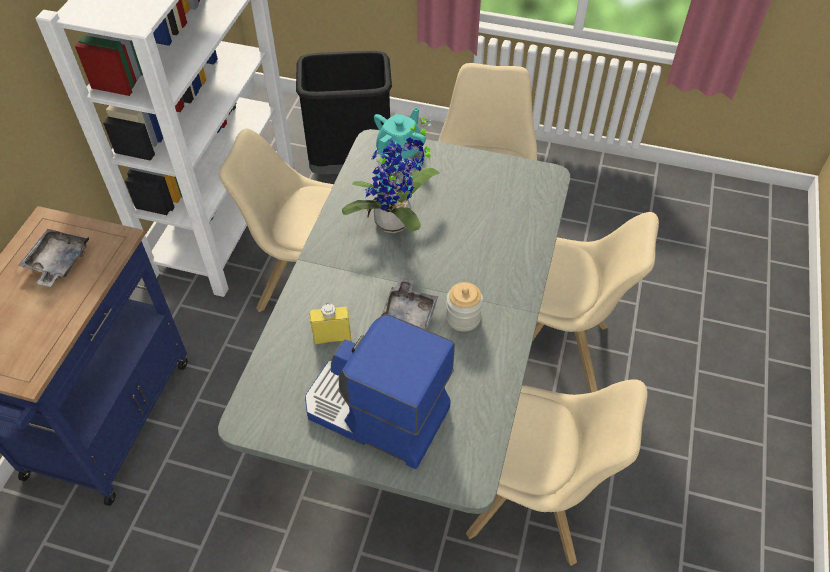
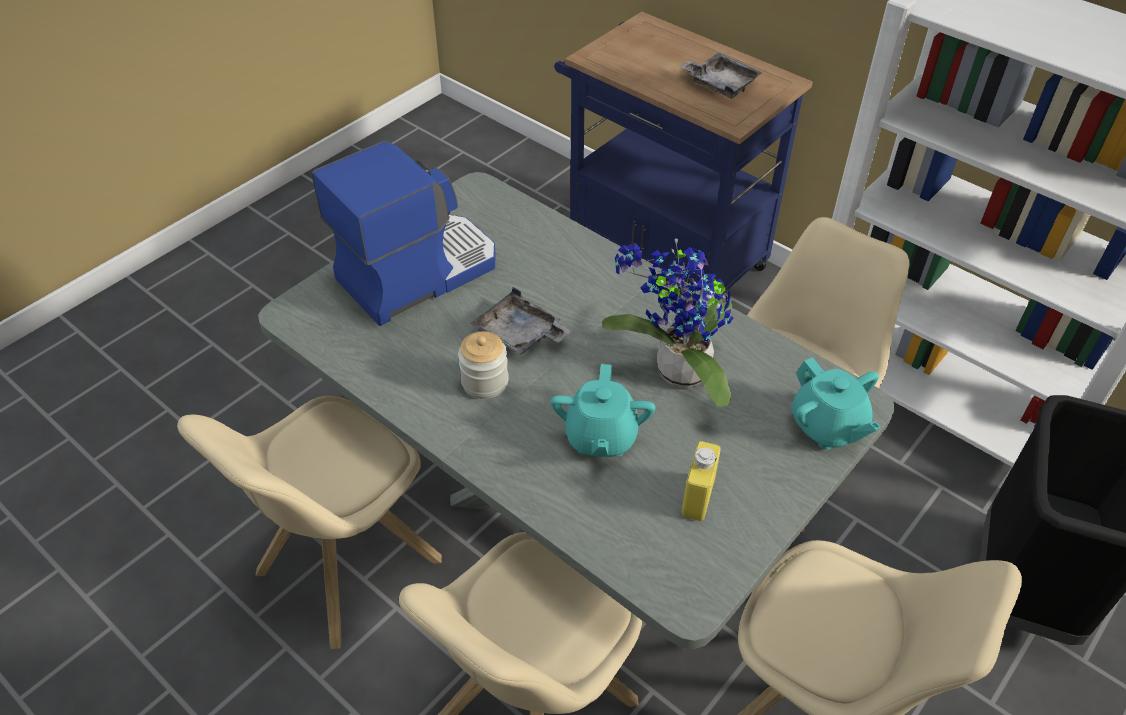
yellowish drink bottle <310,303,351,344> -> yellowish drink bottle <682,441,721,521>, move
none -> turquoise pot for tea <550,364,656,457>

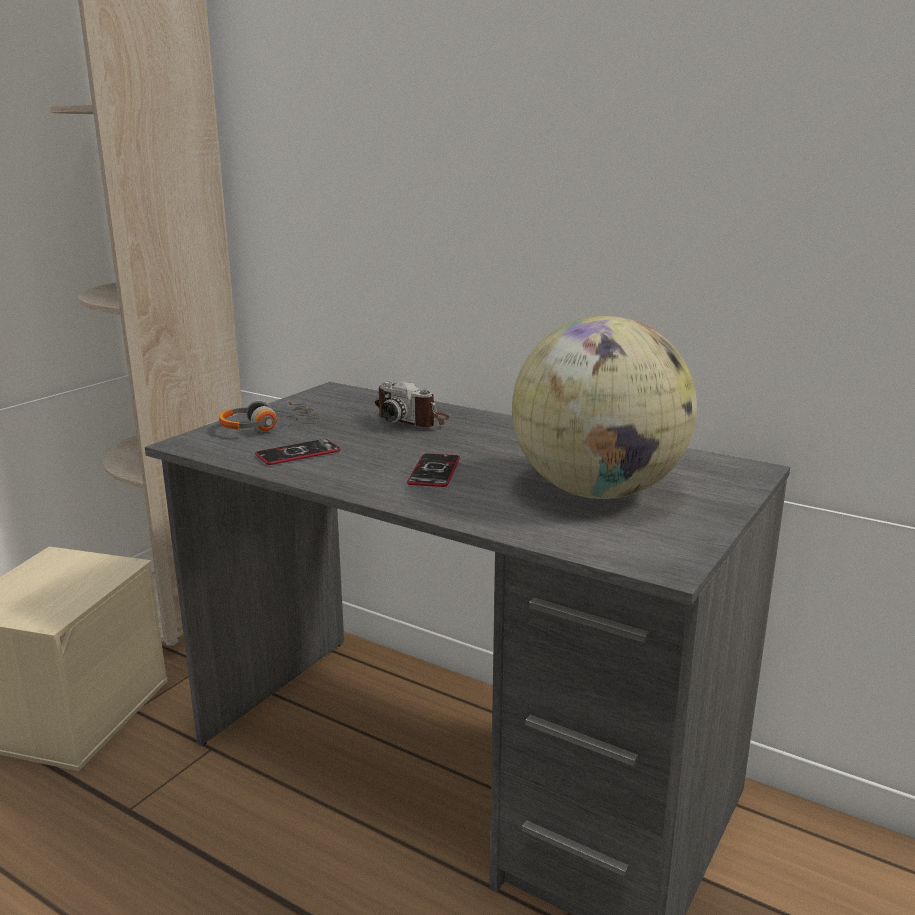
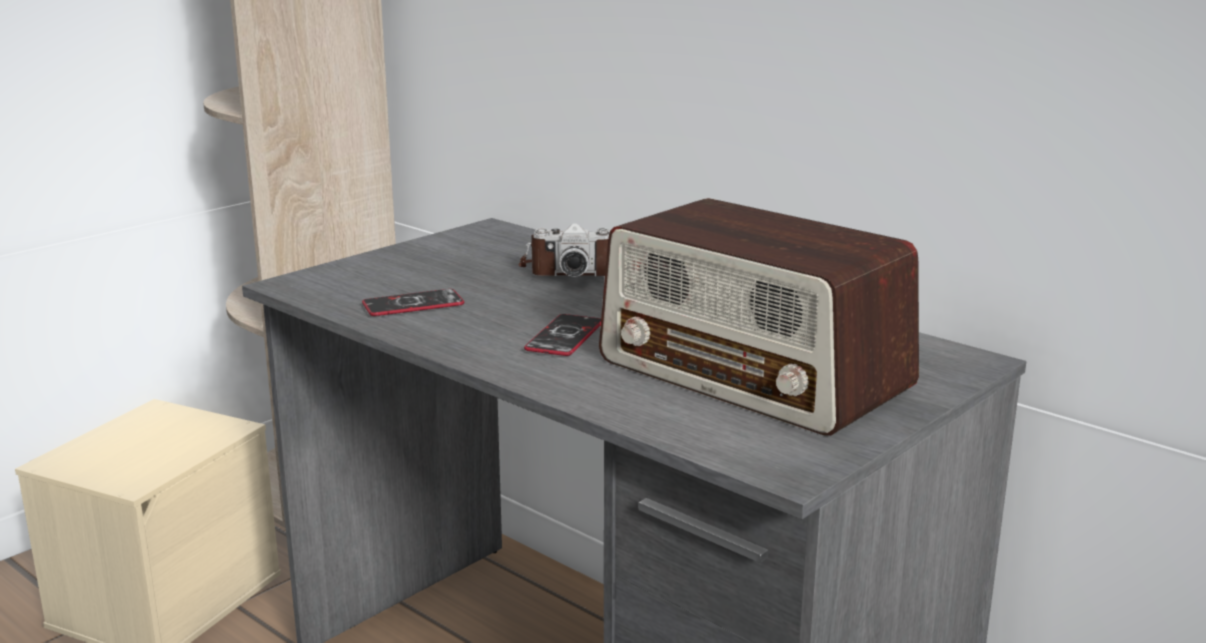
world globe <512,316,697,499> -> radio receiver <599,198,919,436>
still camera <375,381,450,427> -> still camera <518,223,609,276>, 45 degrees counterclockwise
pair of headphones <219,400,321,432> -> none

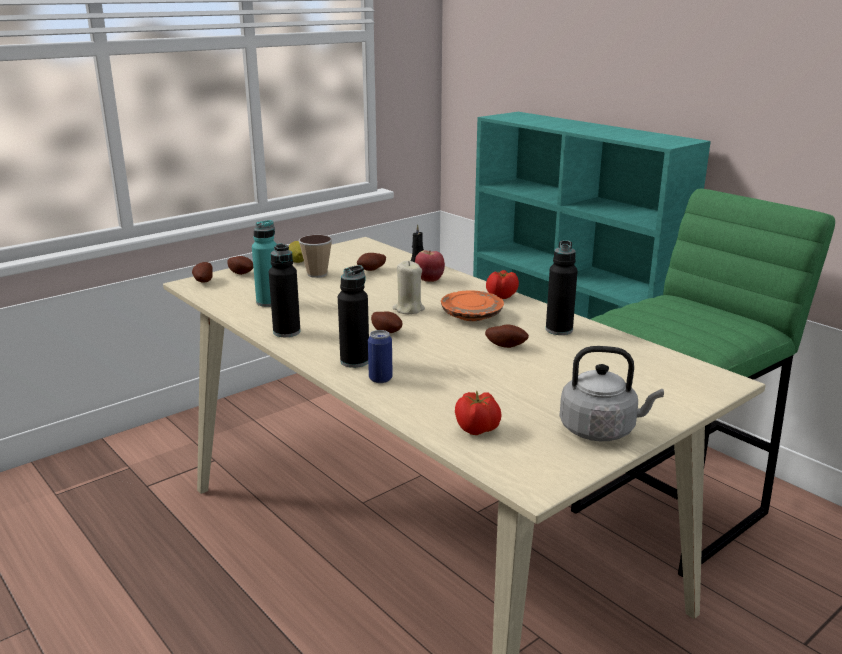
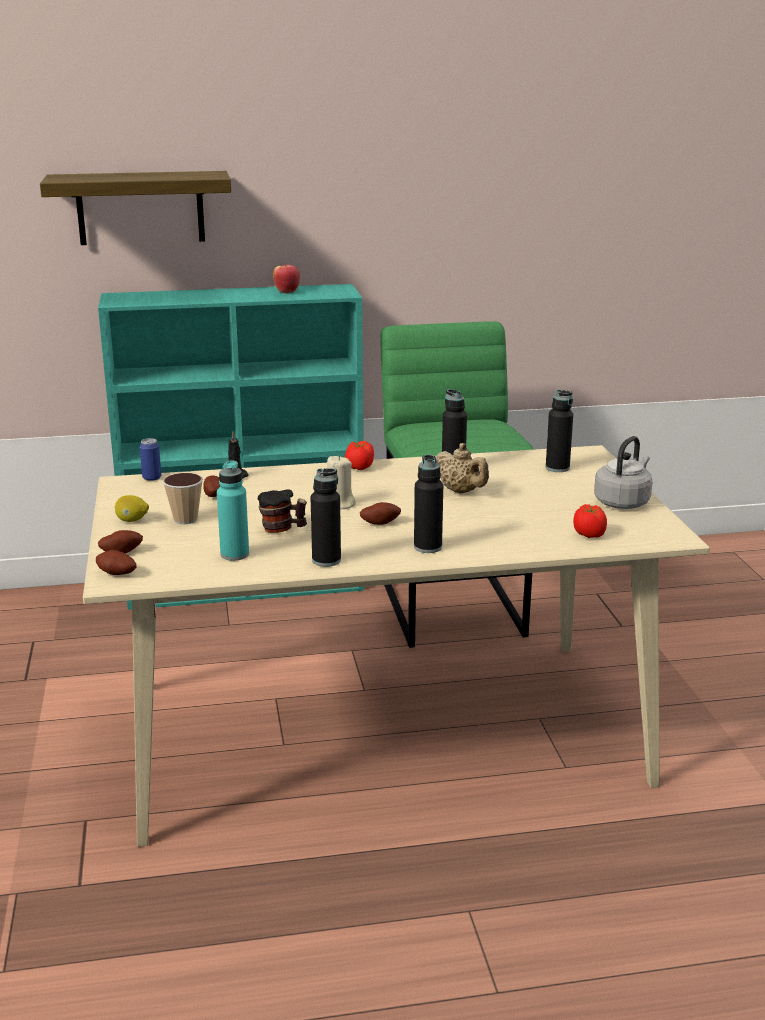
apple fruit <415,250,445,282> -> apple fruit <273,264,300,293>, move
orangey plate <441,291,504,321> -> none
whole potato <485,324,529,348> -> beige-coloured pot for tea <435,443,489,493>
metal can <368,330,393,383> -> metal can <140,438,161,481>, move
none -> shelf <40,171,231,245>
none -> black drink bottle <546,390,573,472>
none -> tea mug <258,489,307,533>

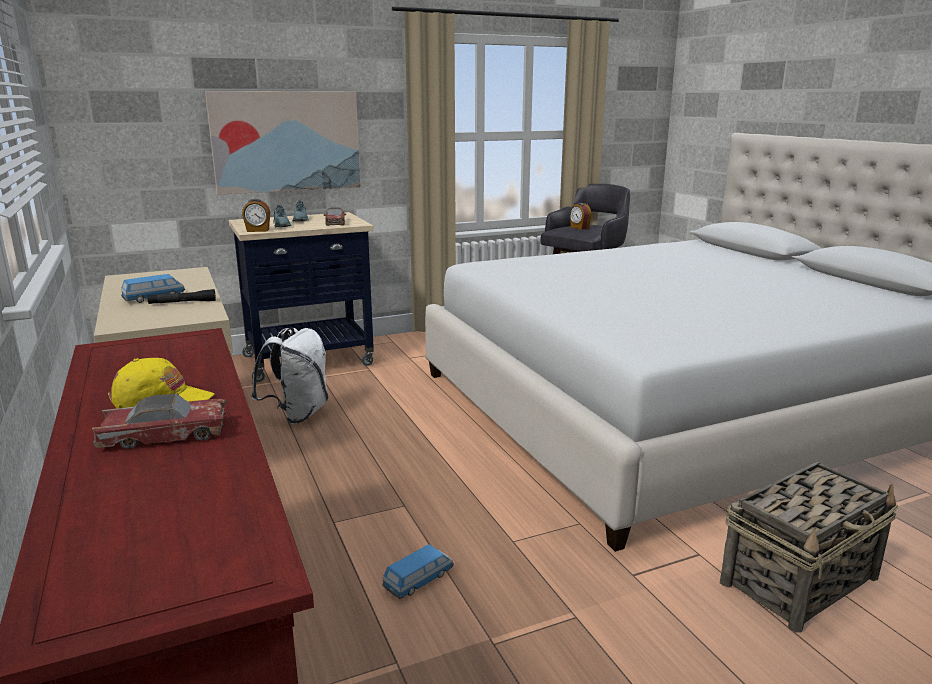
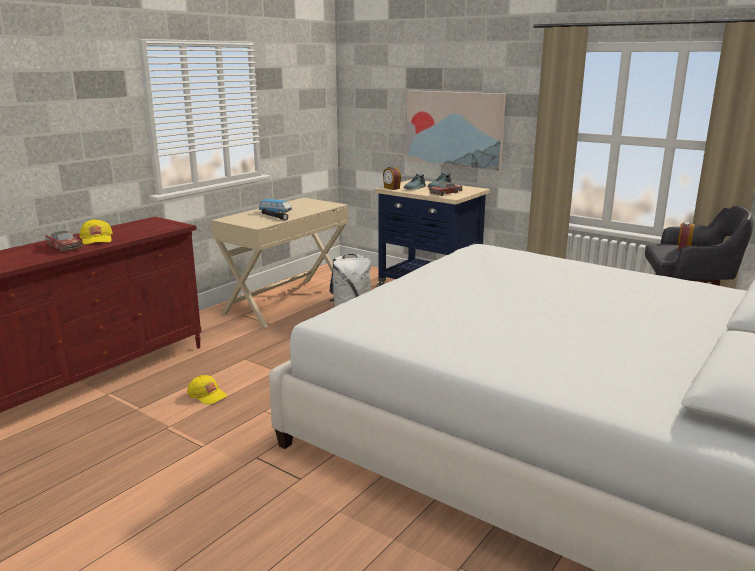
household basket <720,462,898,633> -> none
miniature car <382,544,454,599> -> yellowish peaked cap <187,375,227,405>

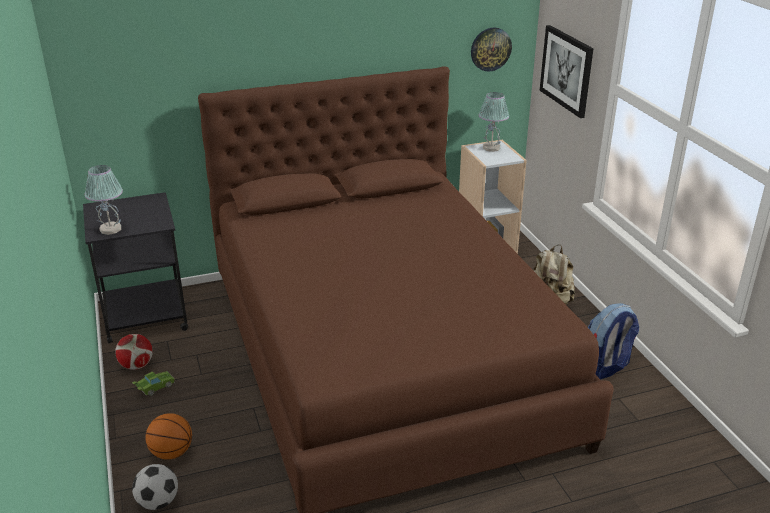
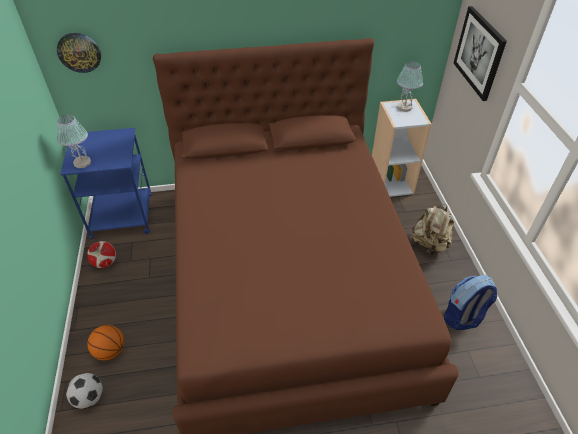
hanging clock <471,28,512,72> -> hanging clock <57,33,101,73>, move
black cart <83,192,189,343> -> bluish cart <60,128,152,239>
green miniature car <132,371,175,396> -> none

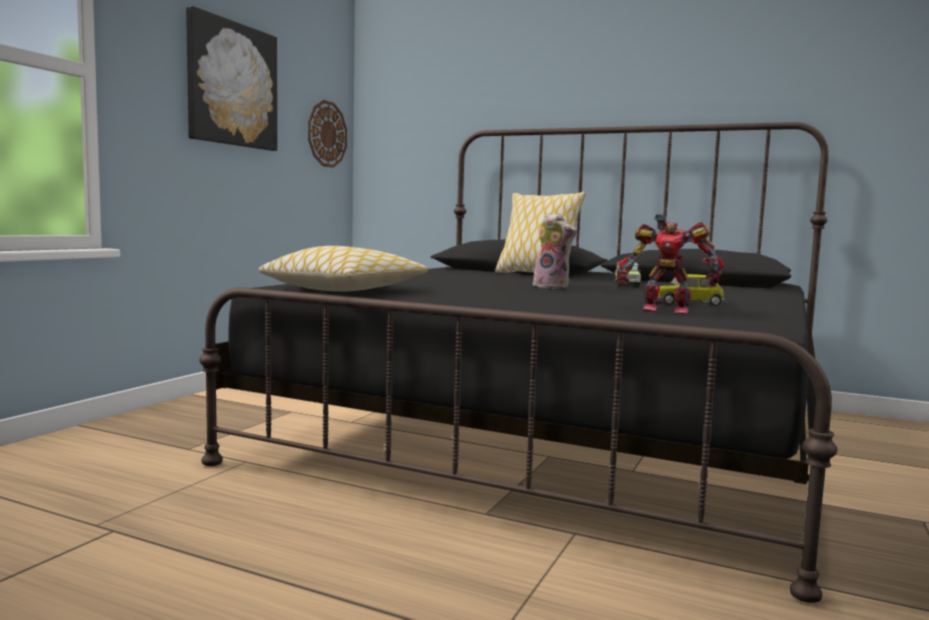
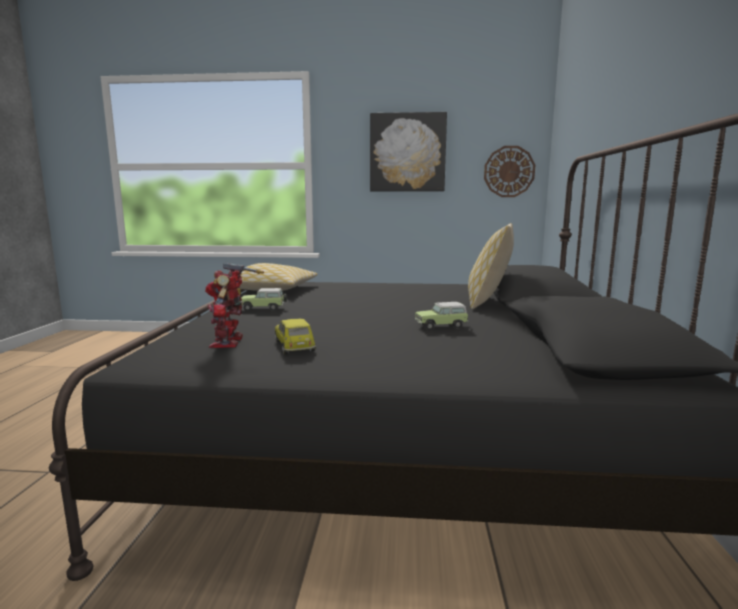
plush toy <531,213,577,289> -> none
none -> miniature car <241,288,287,311>

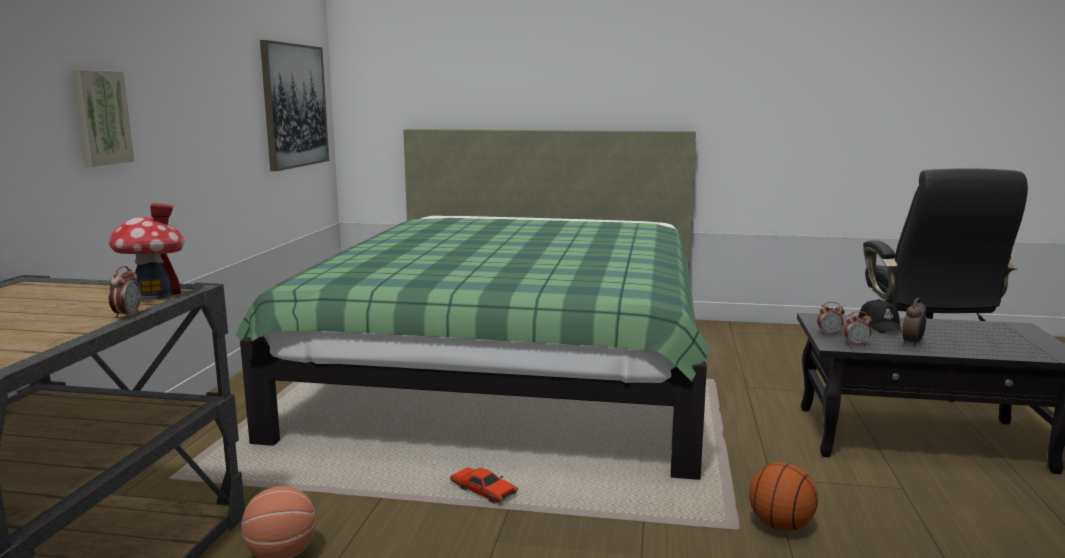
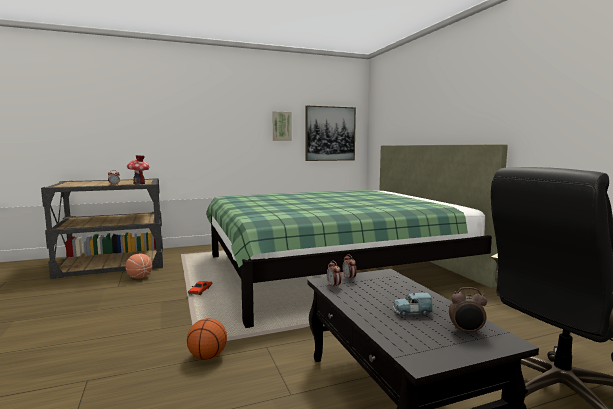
picture <71,69,134,167> -> picture <272,111,292,141>, move
alarm clock <903,298,926,347> -> alarm clock <449,287,487,335>, move
black peaked cap <858,299,902,333> -> none
none -> bluish miniature car <394,293,433,317>

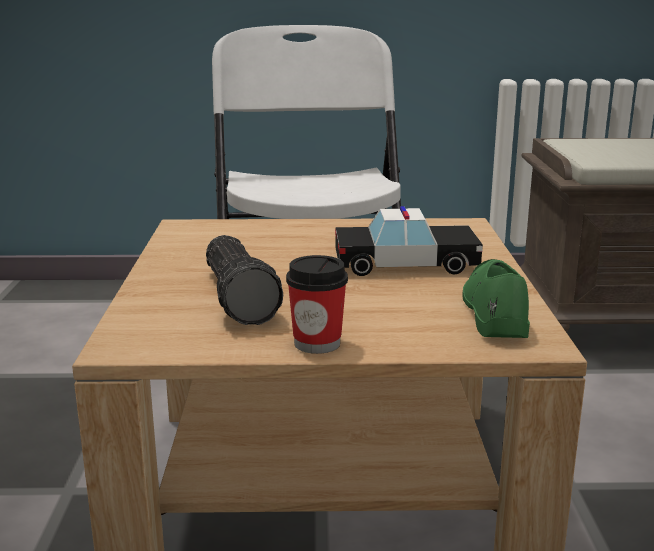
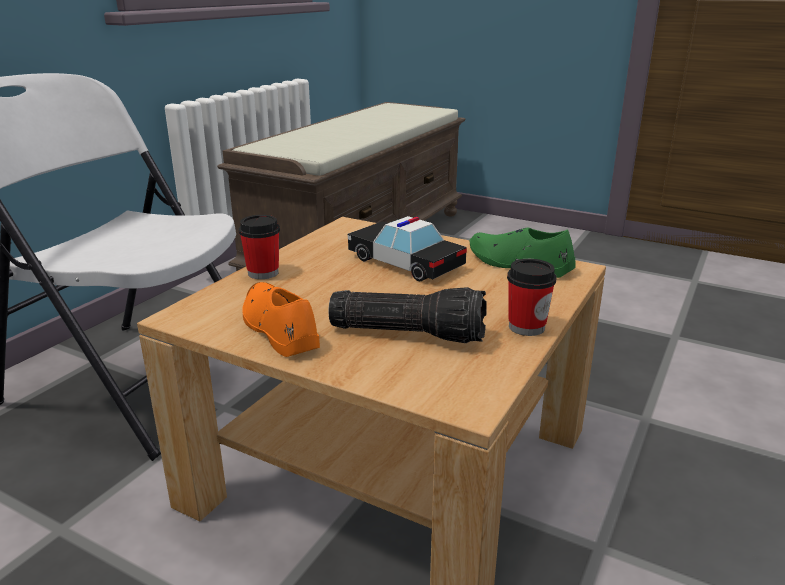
miniature car <335,206,483,276> -> miniature car <348,216,467,281>, 75 degrees counterclockwise
none -> cup <239,215,280,279>
none -> orangey item of footwear <242,282,320,357>

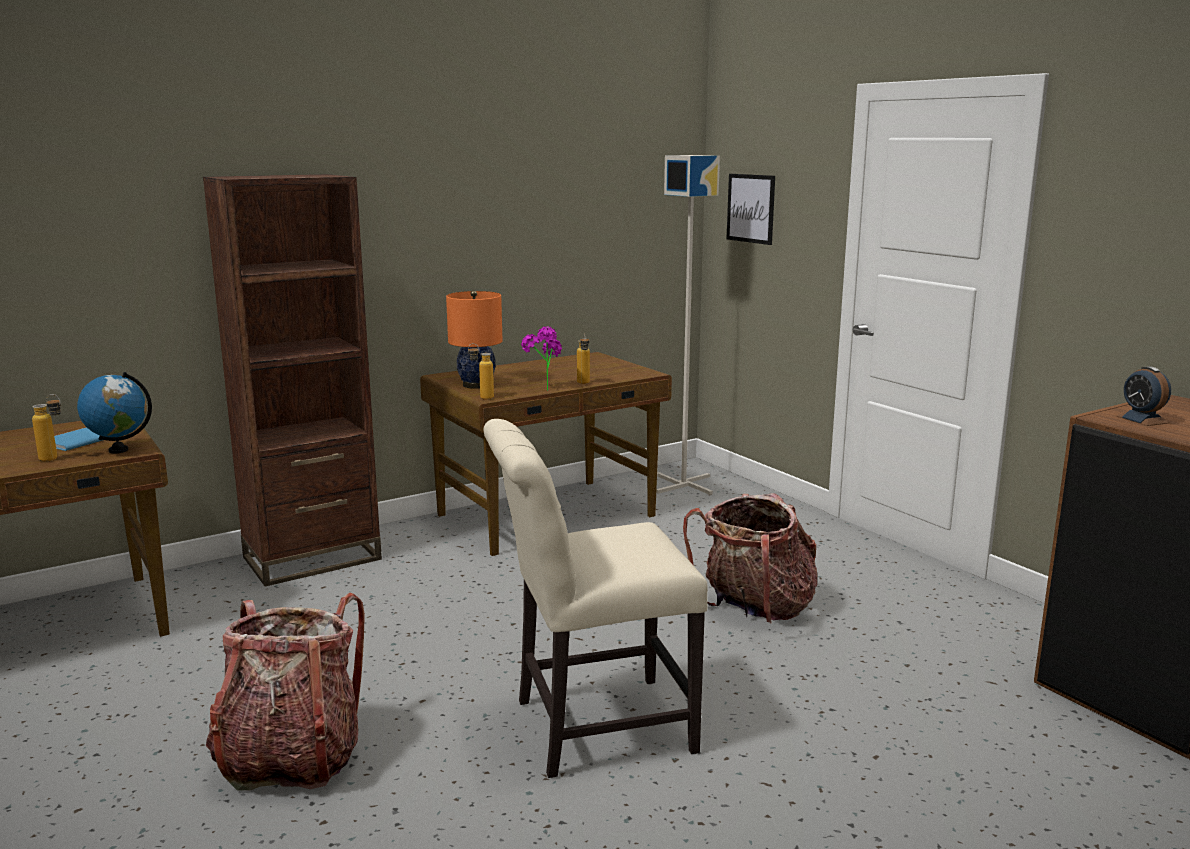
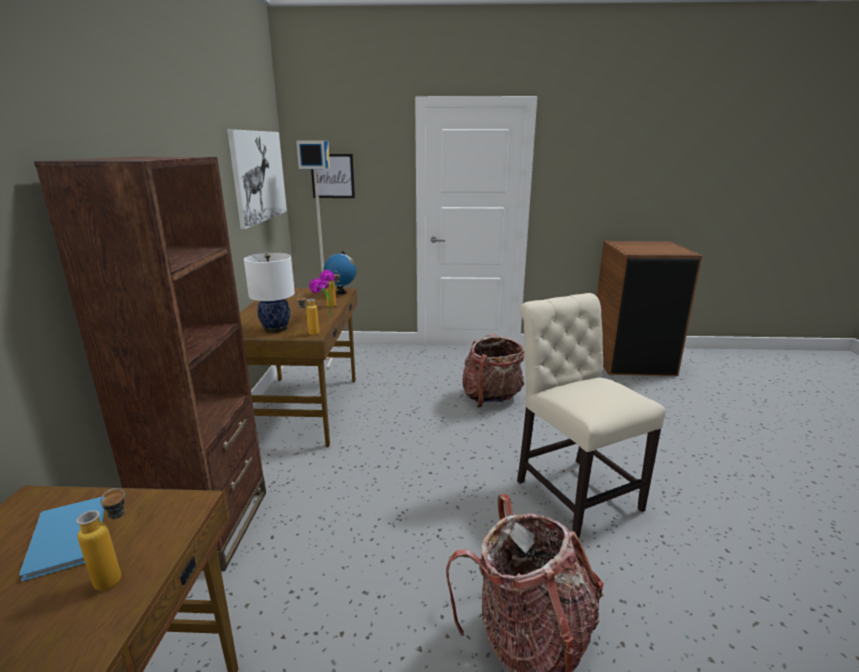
orangey tabletop lamp <446,290,502,389> -> whitish tabletop lamp <244,253,295,333>
alarm clock <1116,366,1171,426> -> none
world globe <77,372,152,454> -> world globe <324,251,357,294>, move
beige-coloured chair <484,419,708,778> -> beige-coloured chair <517,293,666,538>, 135 degrees clockwise
none -> picture <227,129,287,229>

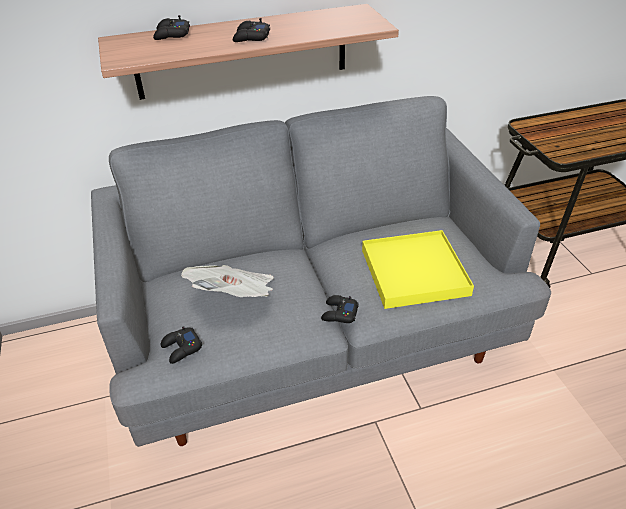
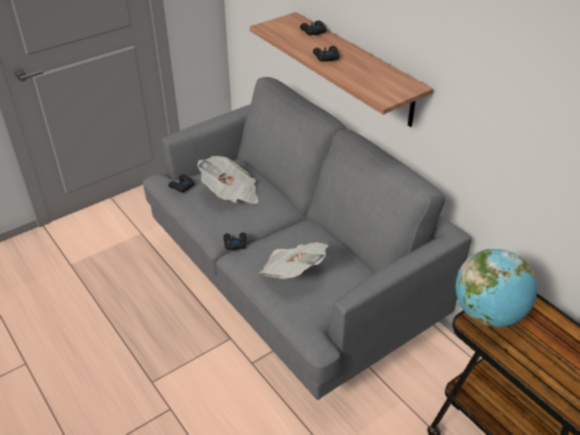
yellowish tray <362,230,474,309> -> printed paper <259,242,329,279>
none -> world globe <456,249,537,328>

